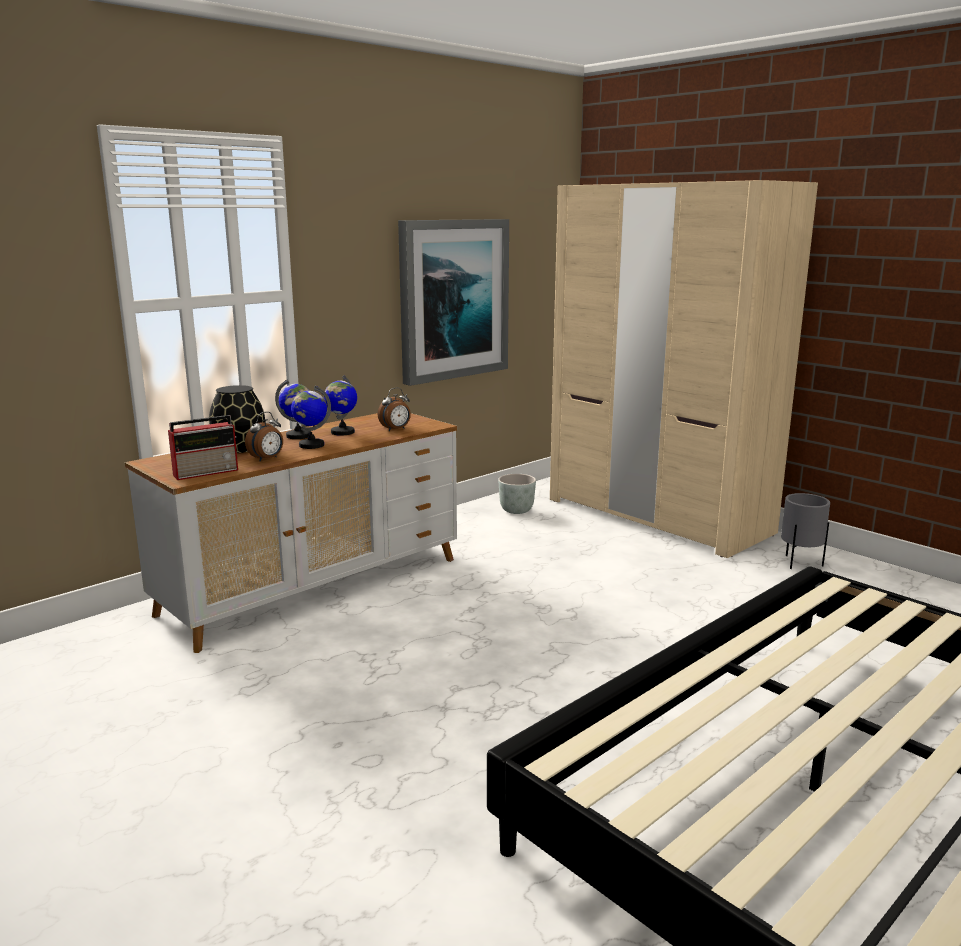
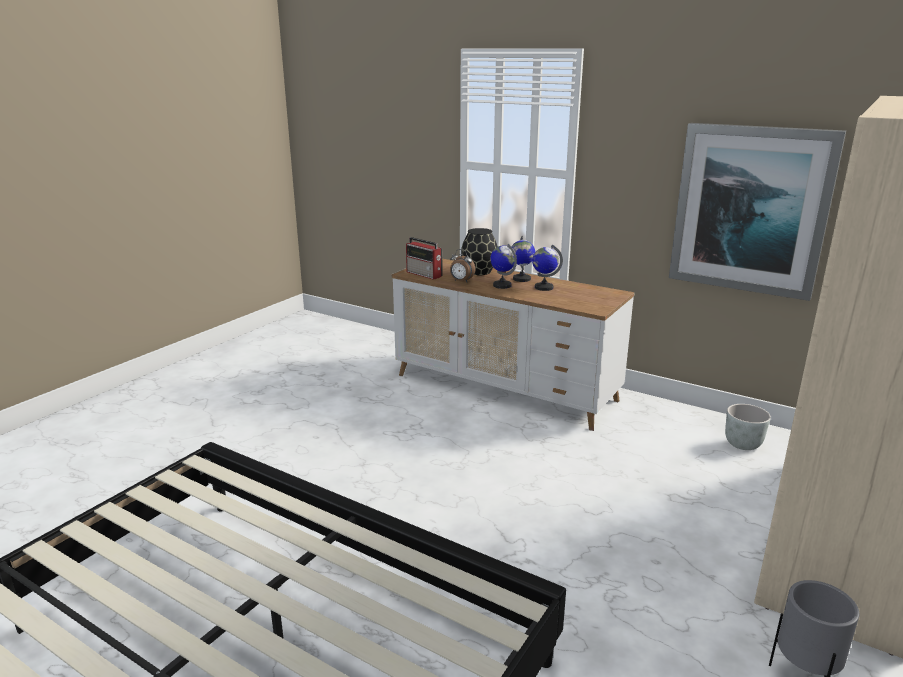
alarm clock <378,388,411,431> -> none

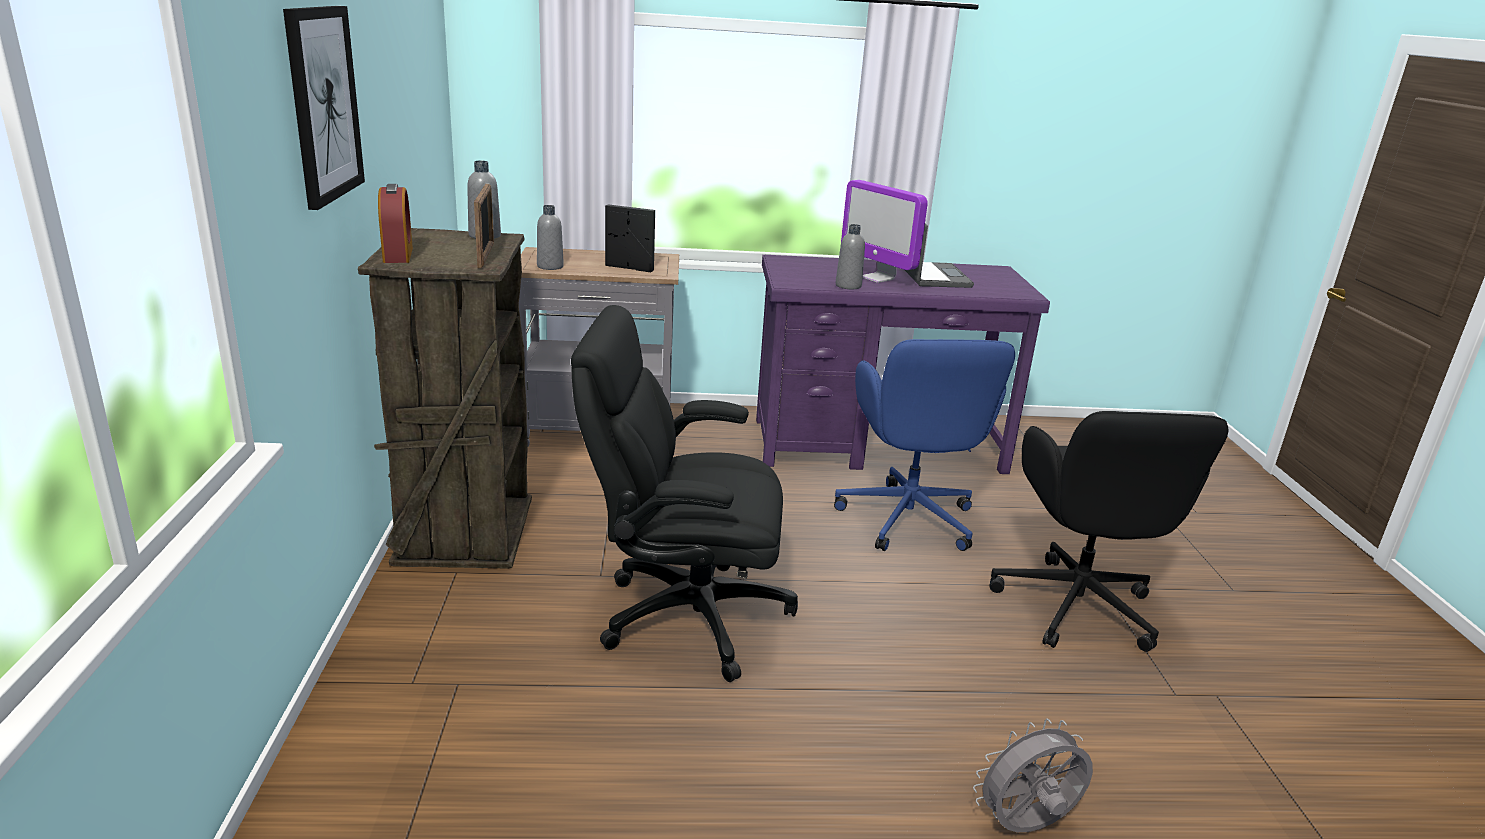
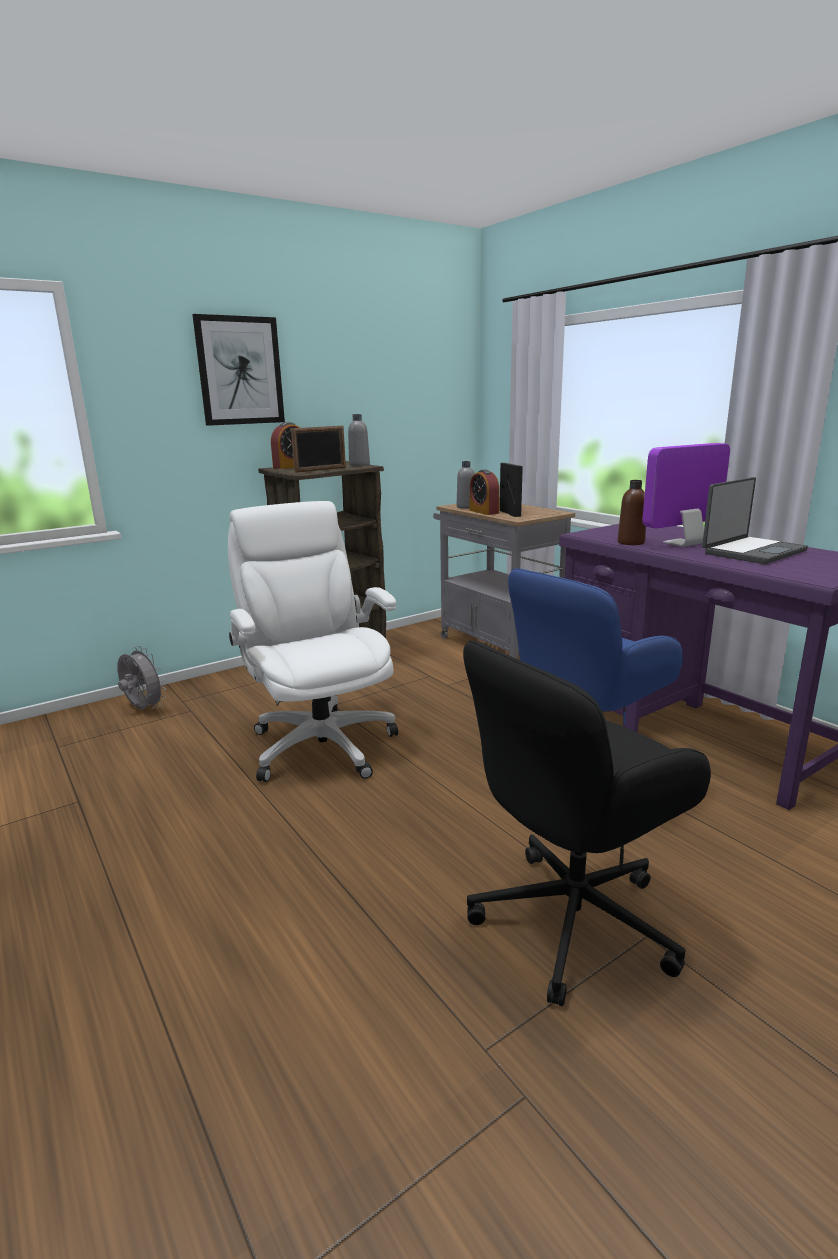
monitor <841,180,928,283> -> monitor <642,443,730,547>, 45 degrees clockwise
greyish drink bottle <836,224,865,289> -> brown drink bottle <617,480,646,545>
black office chair <571,305,798,682> -> whitish office chair <228,501,398,782>
greyish fan <973,719,1093,832> -> greyish fan <117,646,166,709>, move
none -> alarm clock <470,470,500,515>

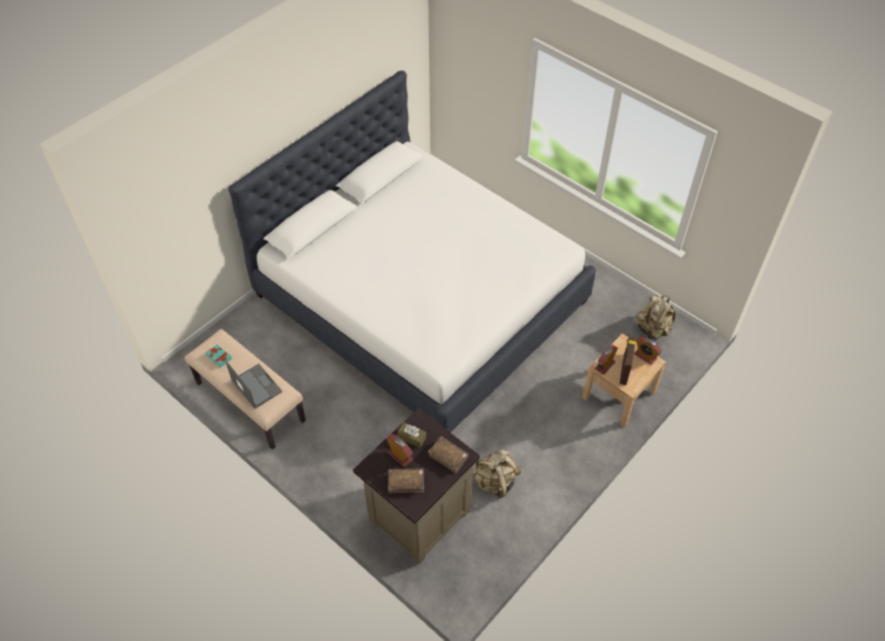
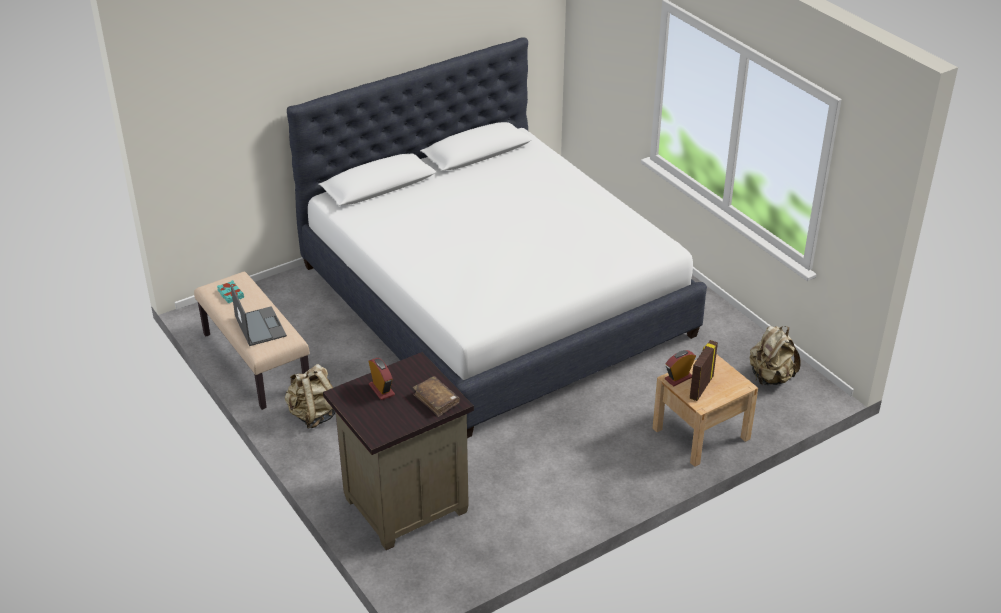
alarm clock <635,336,662,365> -> none
brown tissue box <397,422,426,448> -> none
beige-coloured knapsack <473,449,521,498> -> beige-coloured knapsack <285,364,335,429>, move
brown volume <388,468,424,494> -> none

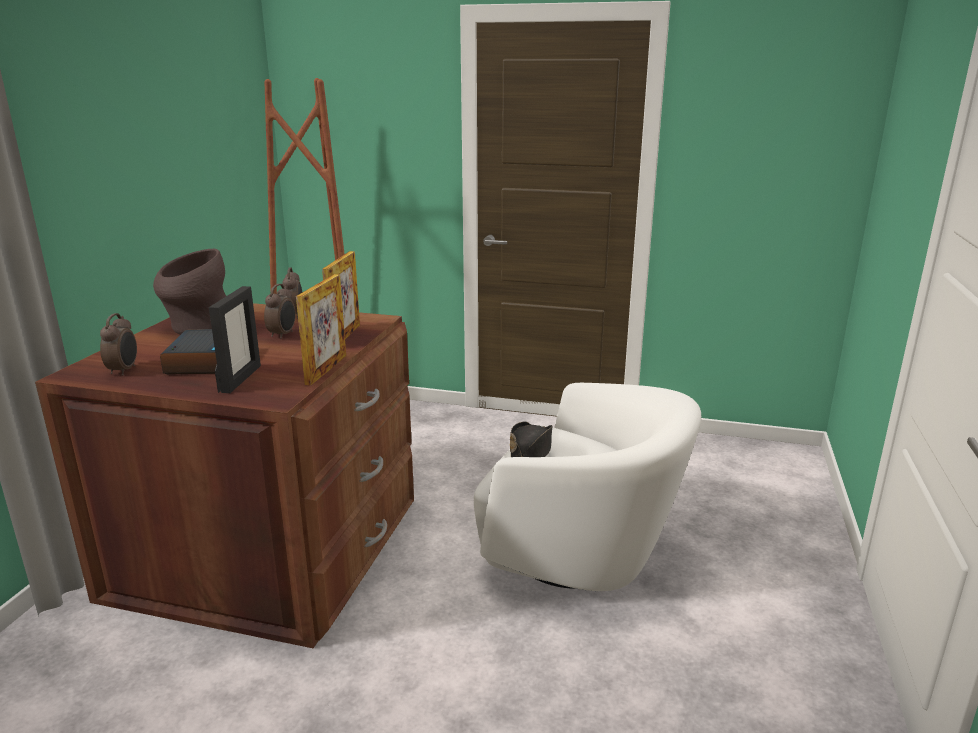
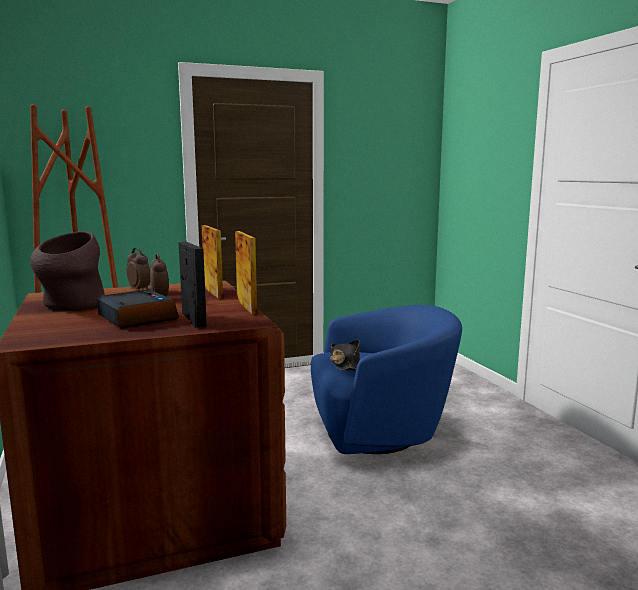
alarm clock <100,313,137,376> -> none
whitish armchair <474,383,701,591> -> bluish armchair <311,305,462,454>

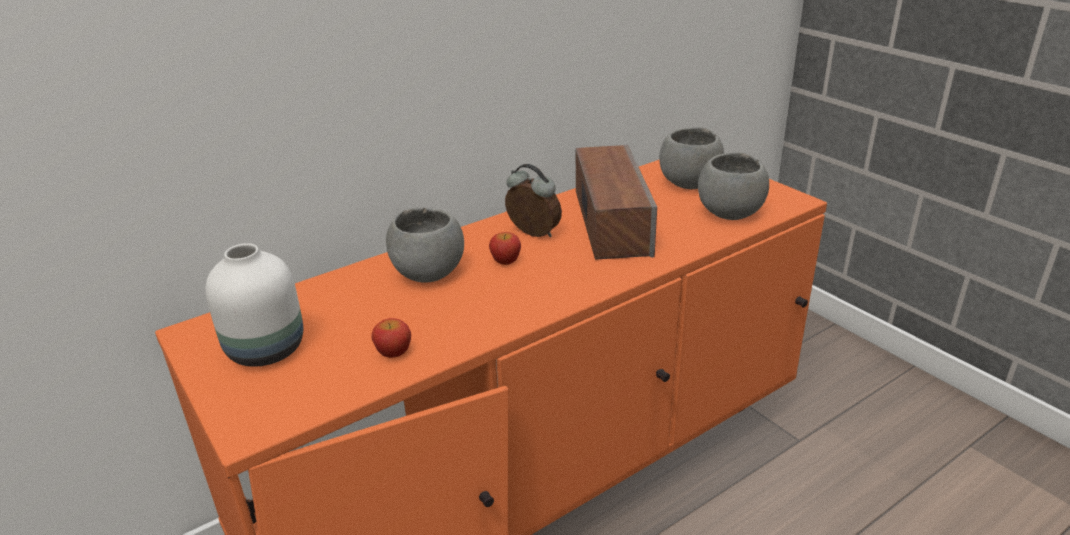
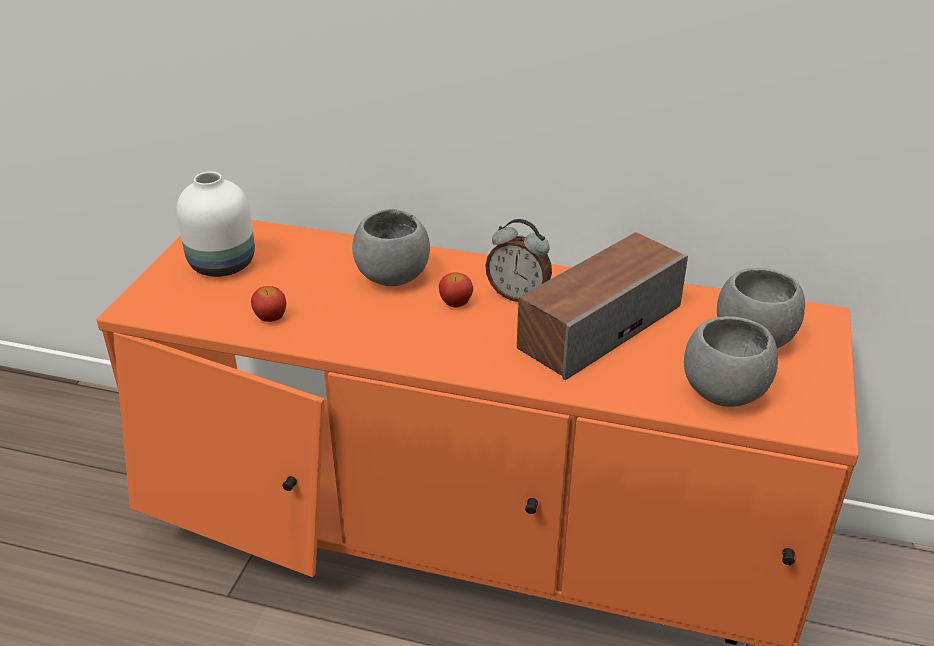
alarm clock <505,164,562,237> -> alarm clock <485,219,552,302>, 120 degrees clockwise

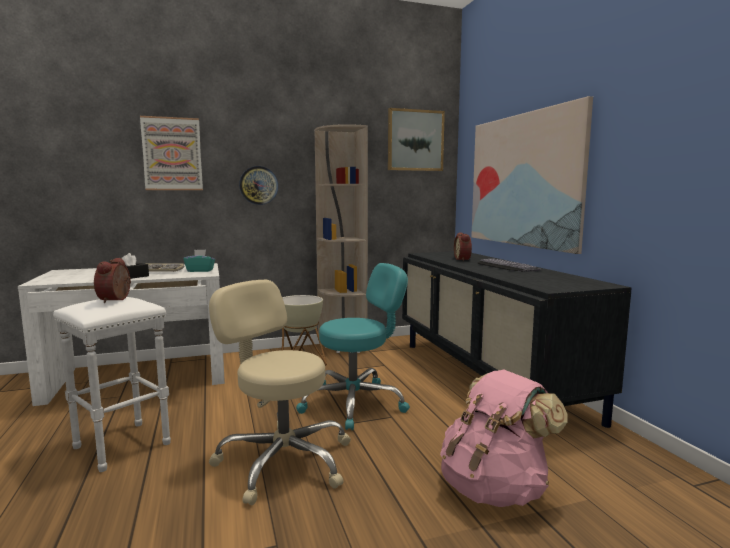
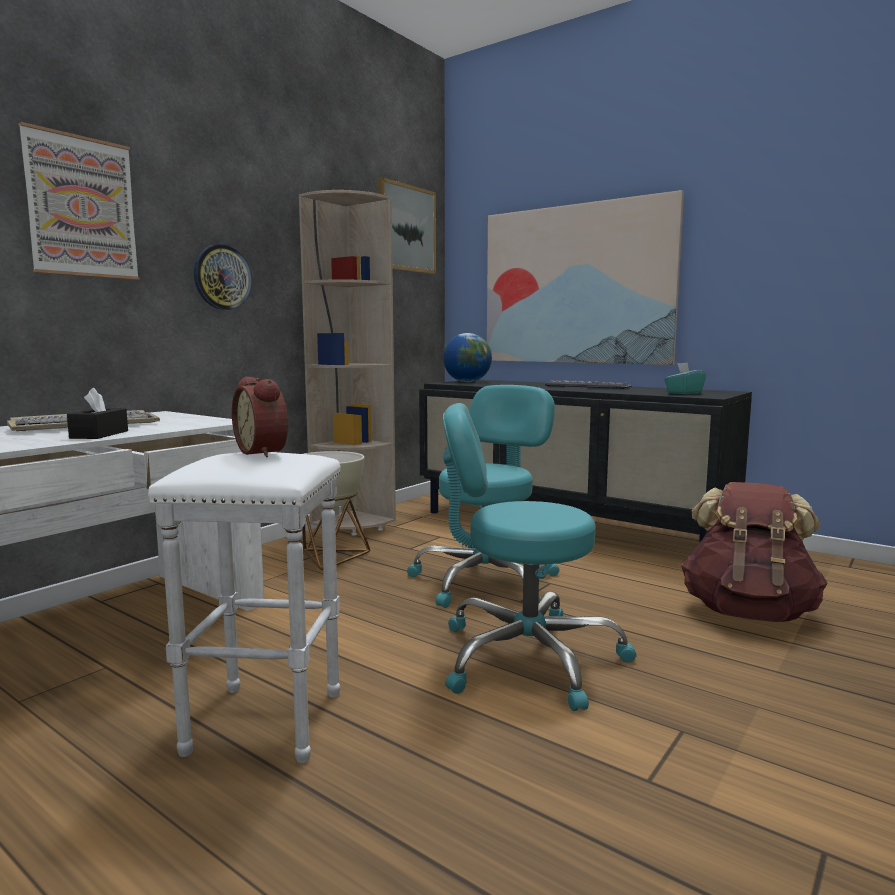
alarm clock <454,232,472,261> -> none
turquoise tissue box <183,250,215,272> -> turquoise tissue box <664,363,706,394>, move
beige-coloured office chair <209,280,351,505> -> turquoise office chair <443,403,636,711>
pink-coloured knapsack <440,370,568,507> -> brown knapsack <681,482,827,622>
none -> world globe <443,333,492,382>

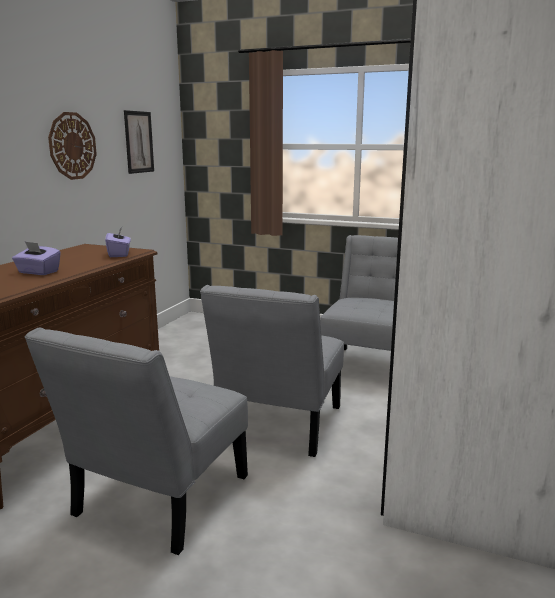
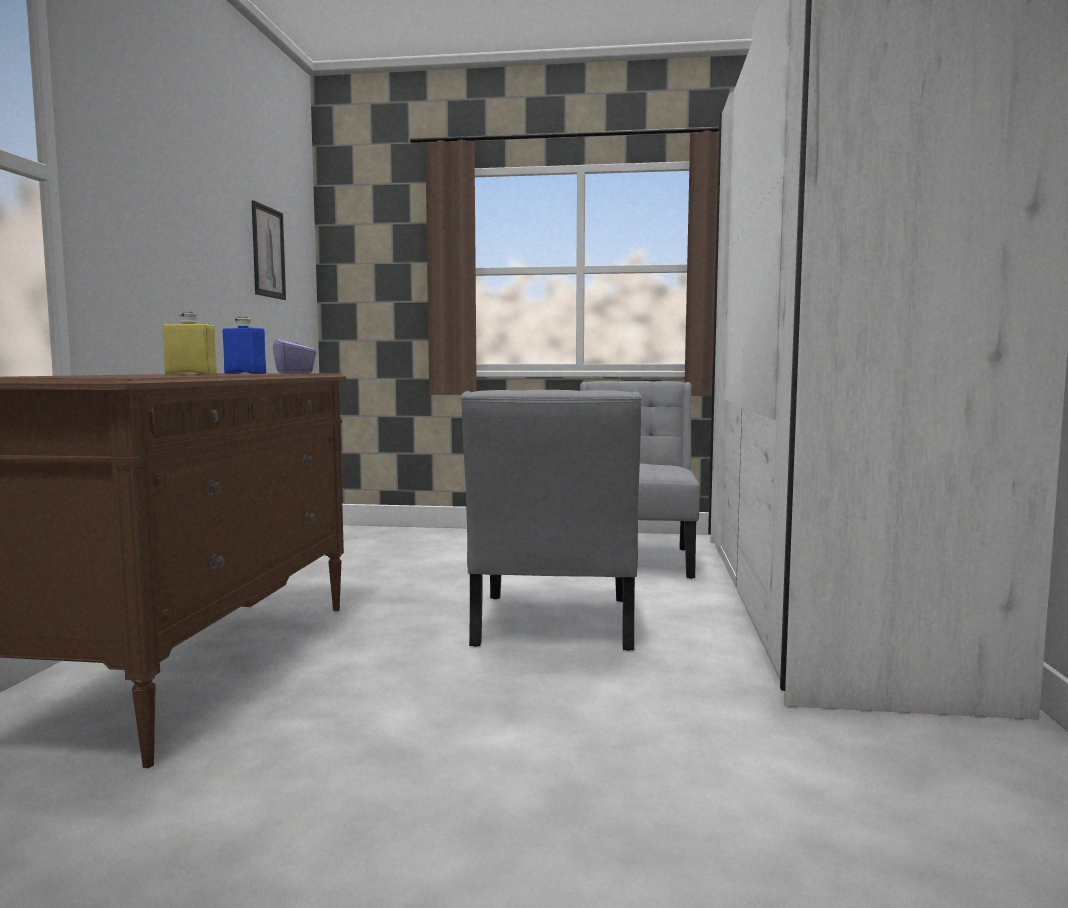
hanging clock <48,112,97,180> -> none
purple tissue box <12,242,61,275> -> yellowish drink bottle <162,311,217,375>
greyish chair <25,328,248,555> -> none
none -> bluish drink bottle <223,316,266,374>

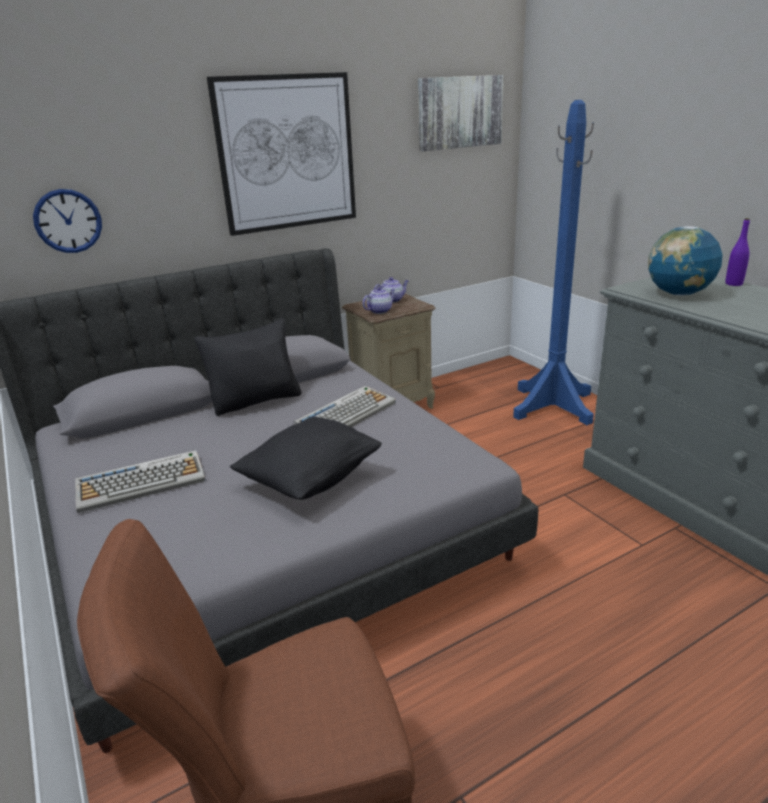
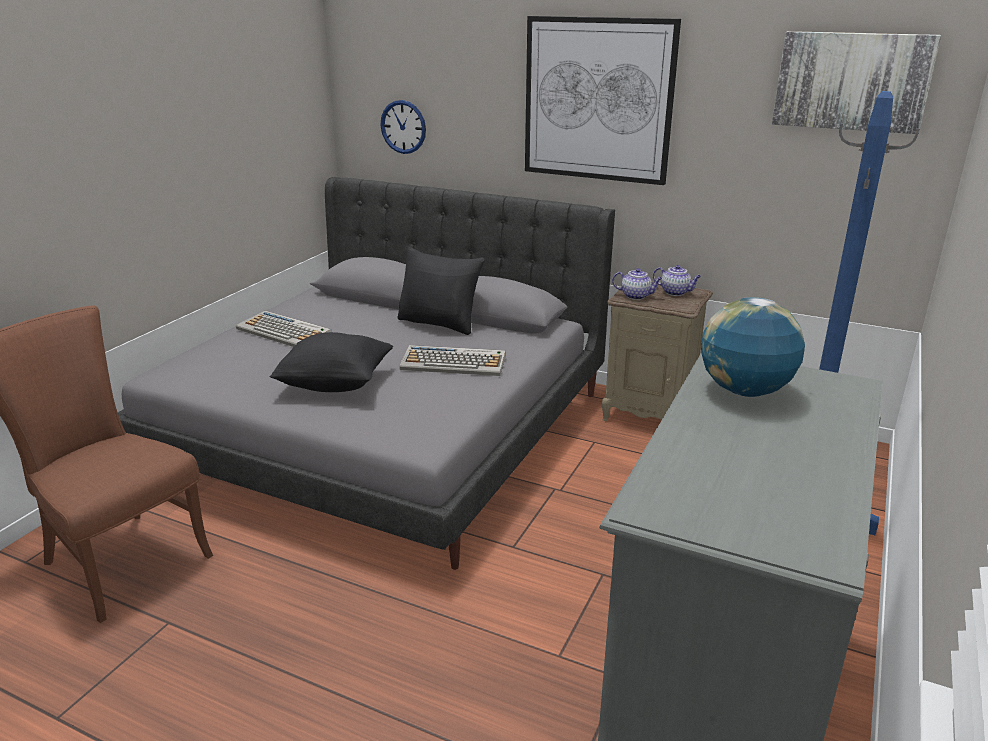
purple drink bottle <725,218,750,286> -> none

